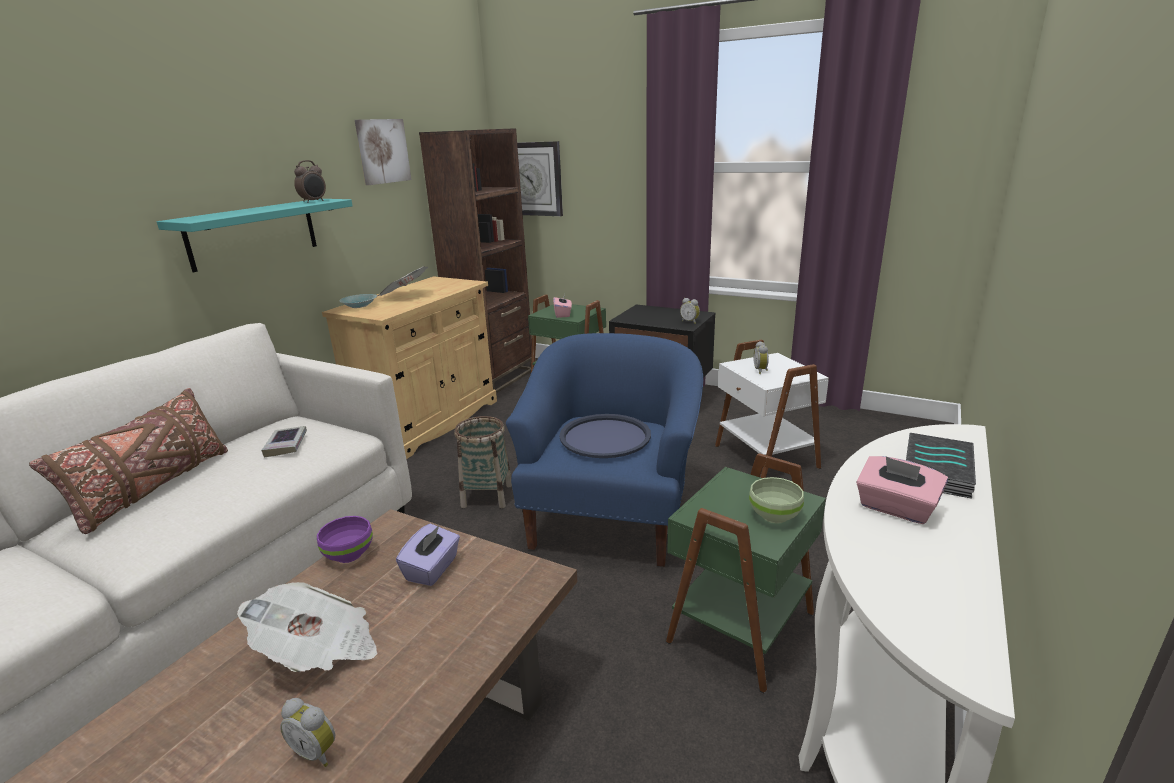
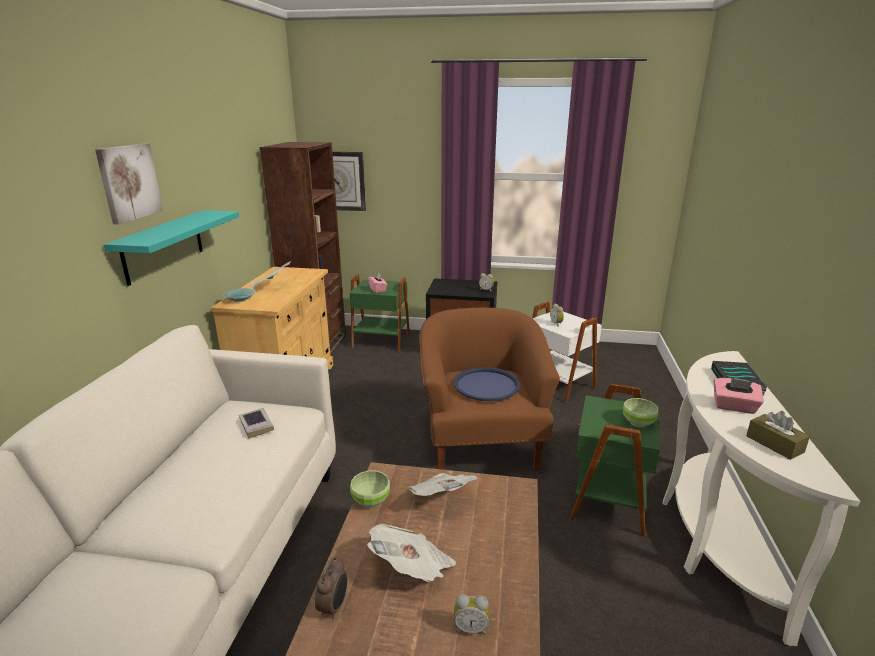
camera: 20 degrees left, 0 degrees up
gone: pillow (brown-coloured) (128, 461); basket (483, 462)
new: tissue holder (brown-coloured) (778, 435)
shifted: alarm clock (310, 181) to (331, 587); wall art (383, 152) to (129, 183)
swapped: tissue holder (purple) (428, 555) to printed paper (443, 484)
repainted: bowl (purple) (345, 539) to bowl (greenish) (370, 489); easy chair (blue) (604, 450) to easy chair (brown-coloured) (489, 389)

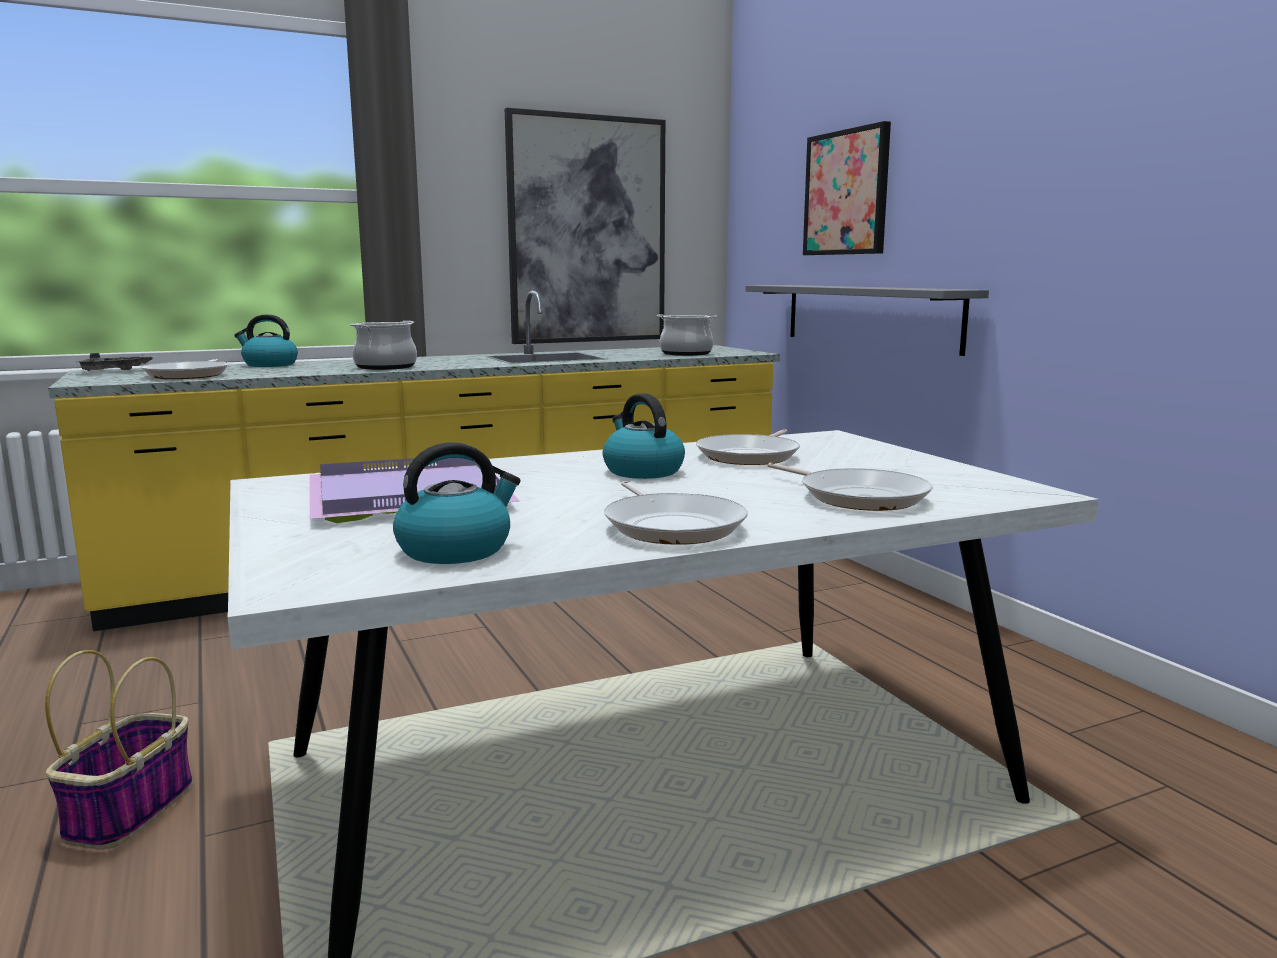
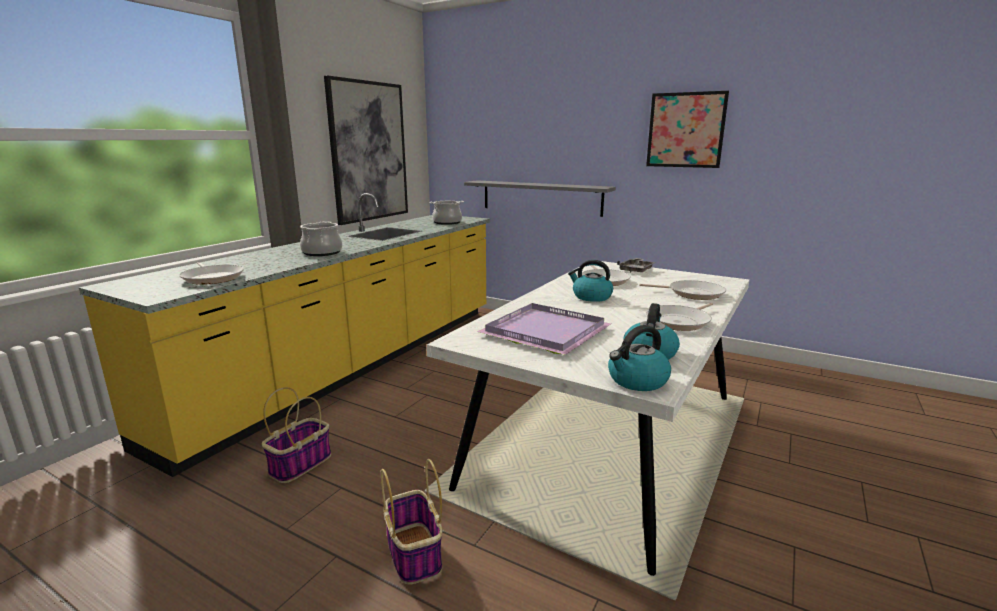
camera: 35 degrees left, 5 degrees up
new: basket (296, 435)
shifted: tray (grey) (117, 362) to (636, 265); water kettle (266, 340) to (639, 358); wall art (847, 188) to (687, 129)
rotated: skillet (676, 513) = (679, 317) 105 degrees clockwise

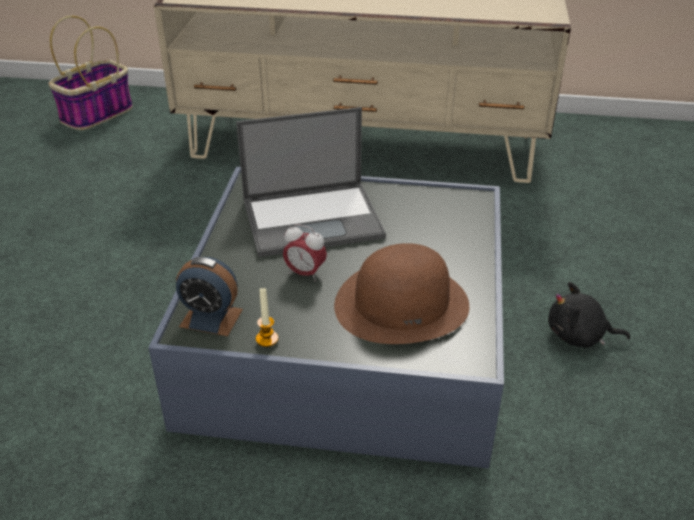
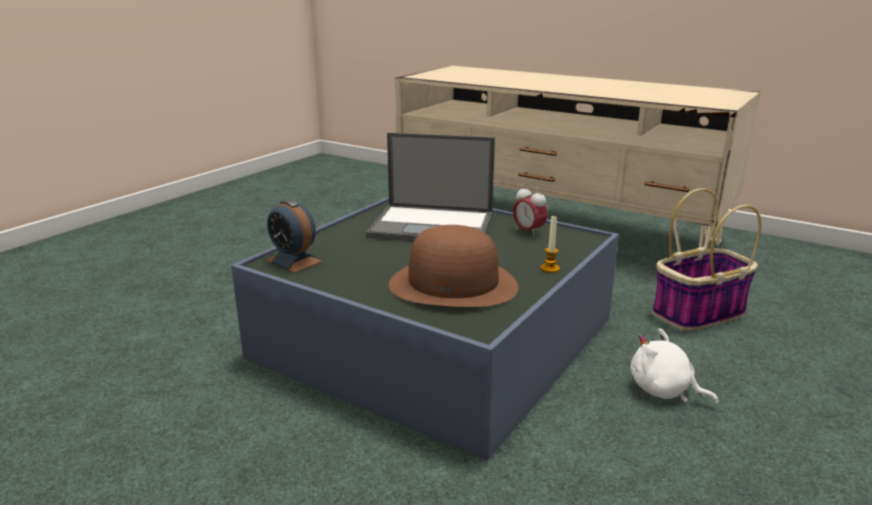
camera: 25 degrees right, 15 degrees down
shifted: basket (90, 73) to (706, 259); wax candle (267, 317) to (550, 244); alarm clock (305, 252) to (530, 210)
repainted: cuddly toy (blackish) (589, 315) to cuddly toy (white) (674, 366)

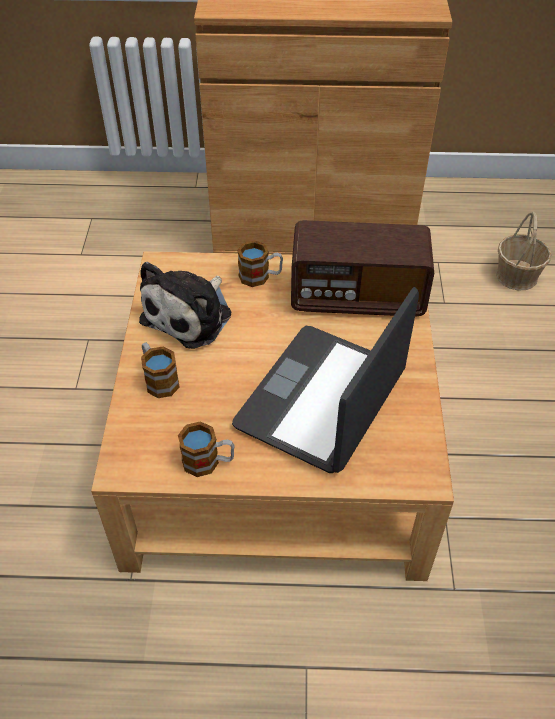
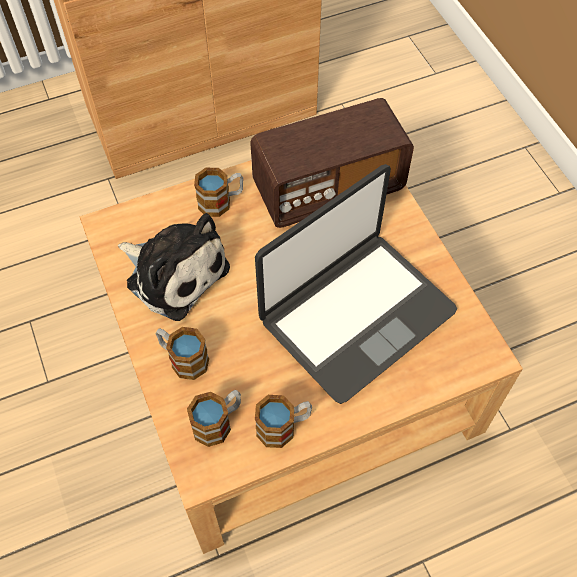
camera: 25 degrees left, 10 degrees up
gone: basket (523, 250)
new: tea mug (214, 418)
rotated: cuddly toy (185, 305) = (174, 267) 60 degrees counterclockwise; notebook computer (325, 380) = (356, 284) 135 degrees counterclockwise

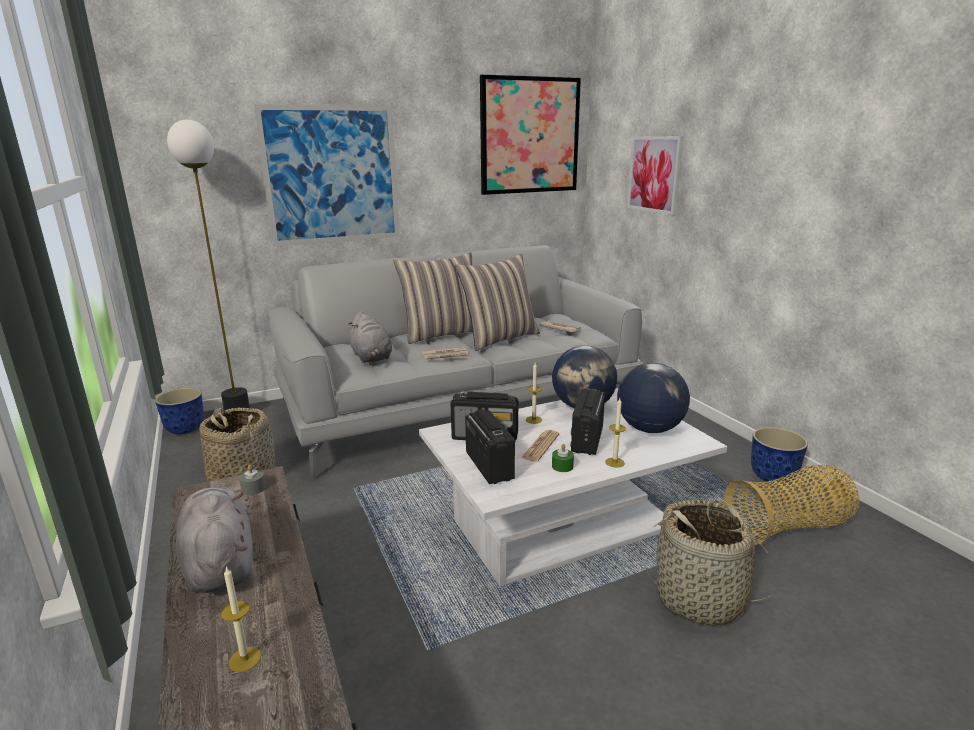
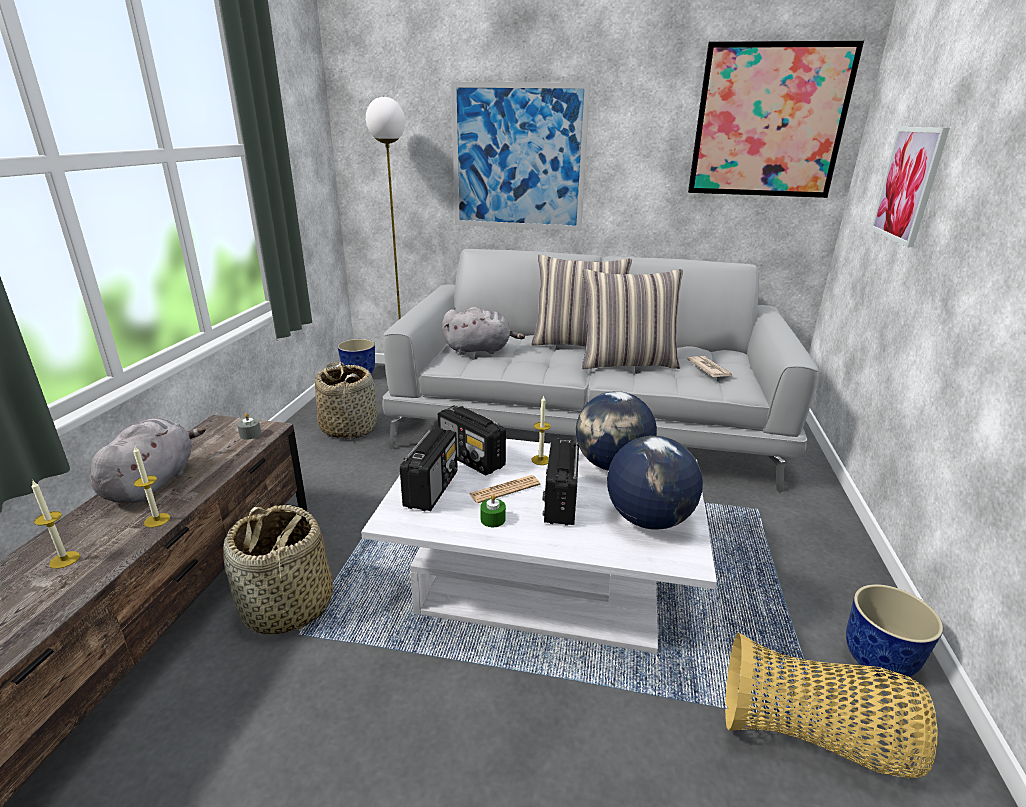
camera: 35 degrees right, 5 degrees up
gone: printed paper (446, 354)
shifted: wax candle (615, 433) to (151, 486); basket (712, 562) to (278, 570)
rotated: cuddly toy (grey) (370, 337) = (483, 331) 105 degrees counterclockwise; radio receiver (587, 422) = (561, 482) 45 degrees counterclockwise

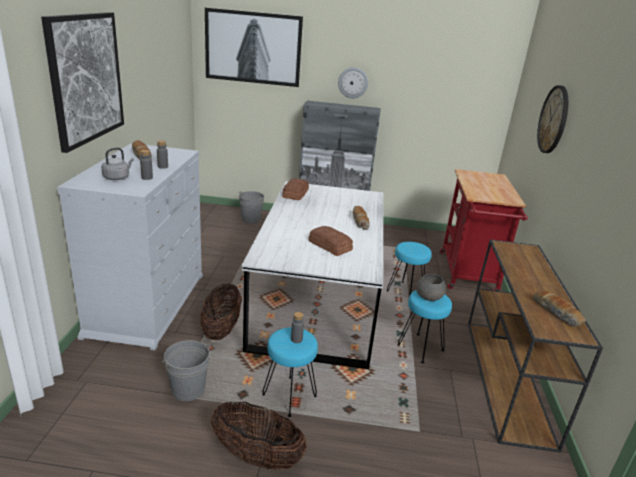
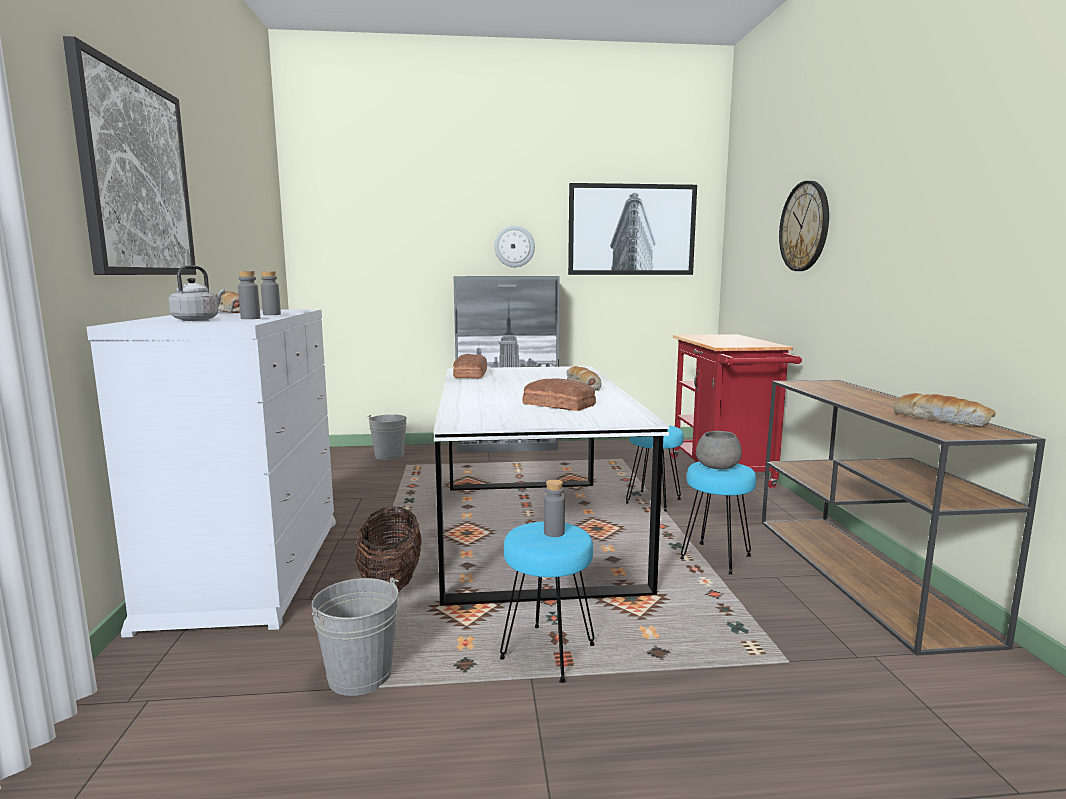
camera: 10 degrees left, 15 degrees down
gone: basket (259, 435)
shifted: wall art (254, 47) to (632, 229)

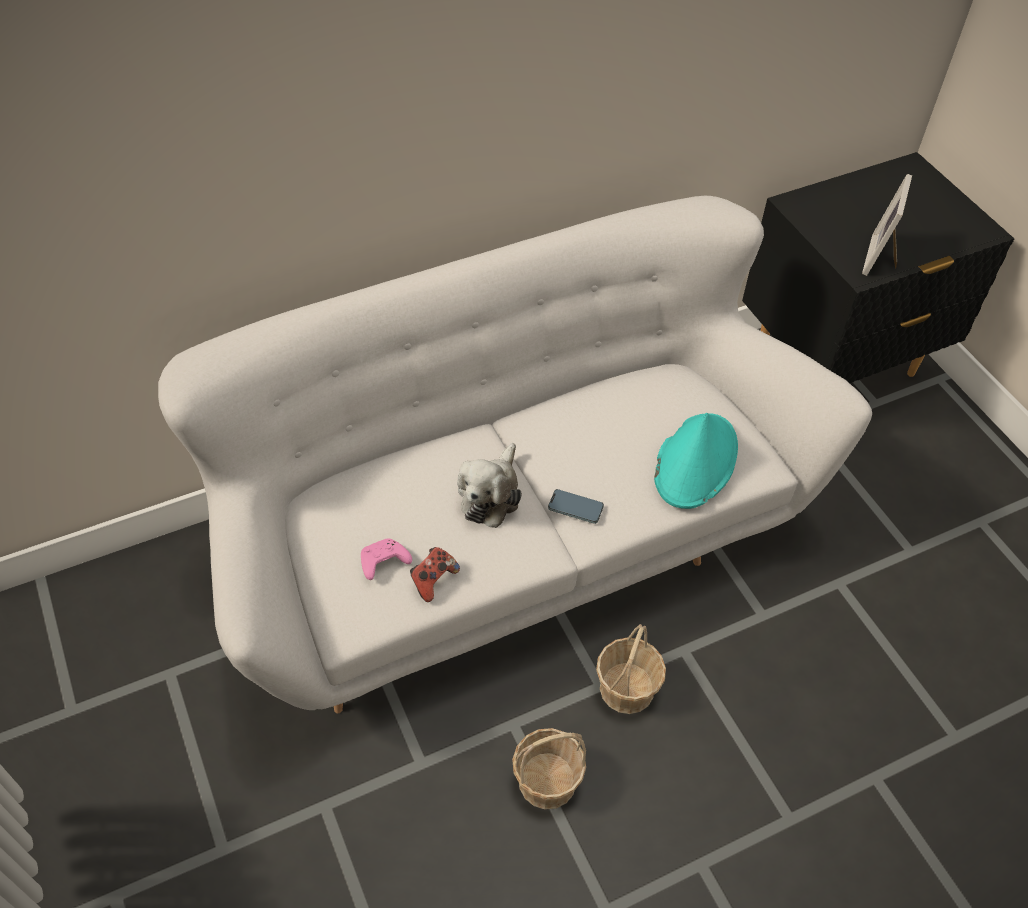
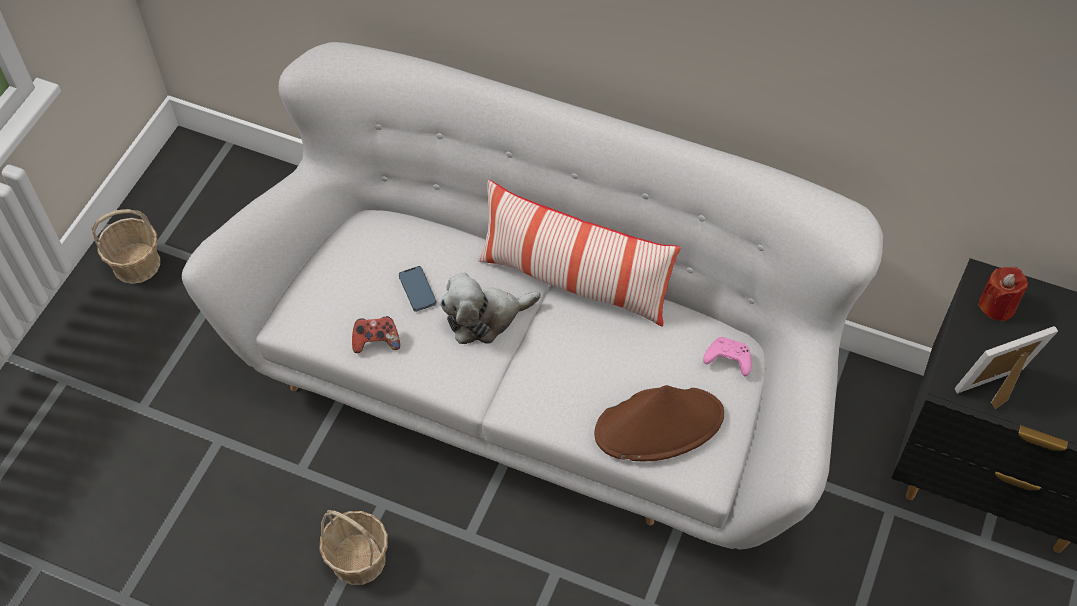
camera: 50 degrees right, 5 degrees up
new: pillow (579, 253); wax candle (red-coloured) (1003, 294)
shifted: game controller (pink-coloured) (386, 559) to (727, 356); handset (576, 506) to (418, 289); basket (631, 669) to (126, 246)
repainted: clothing hat (turquoise-coloured) (696, 461) to clothing hat (brown-coloured) (659, 423)

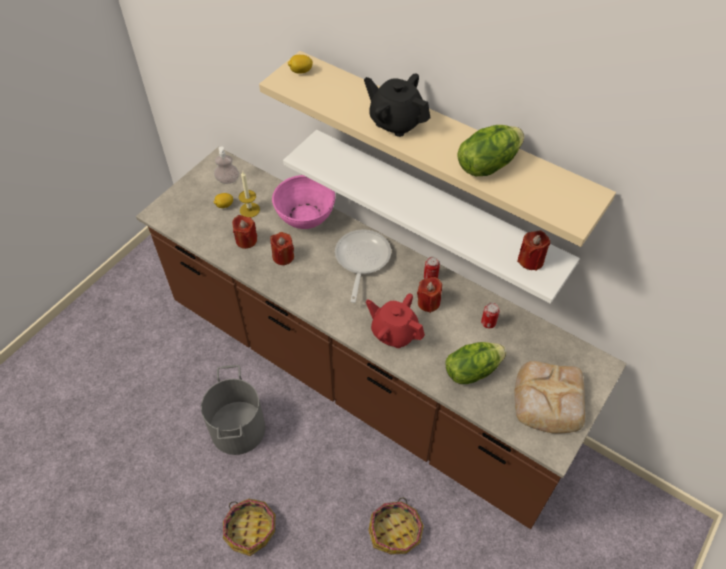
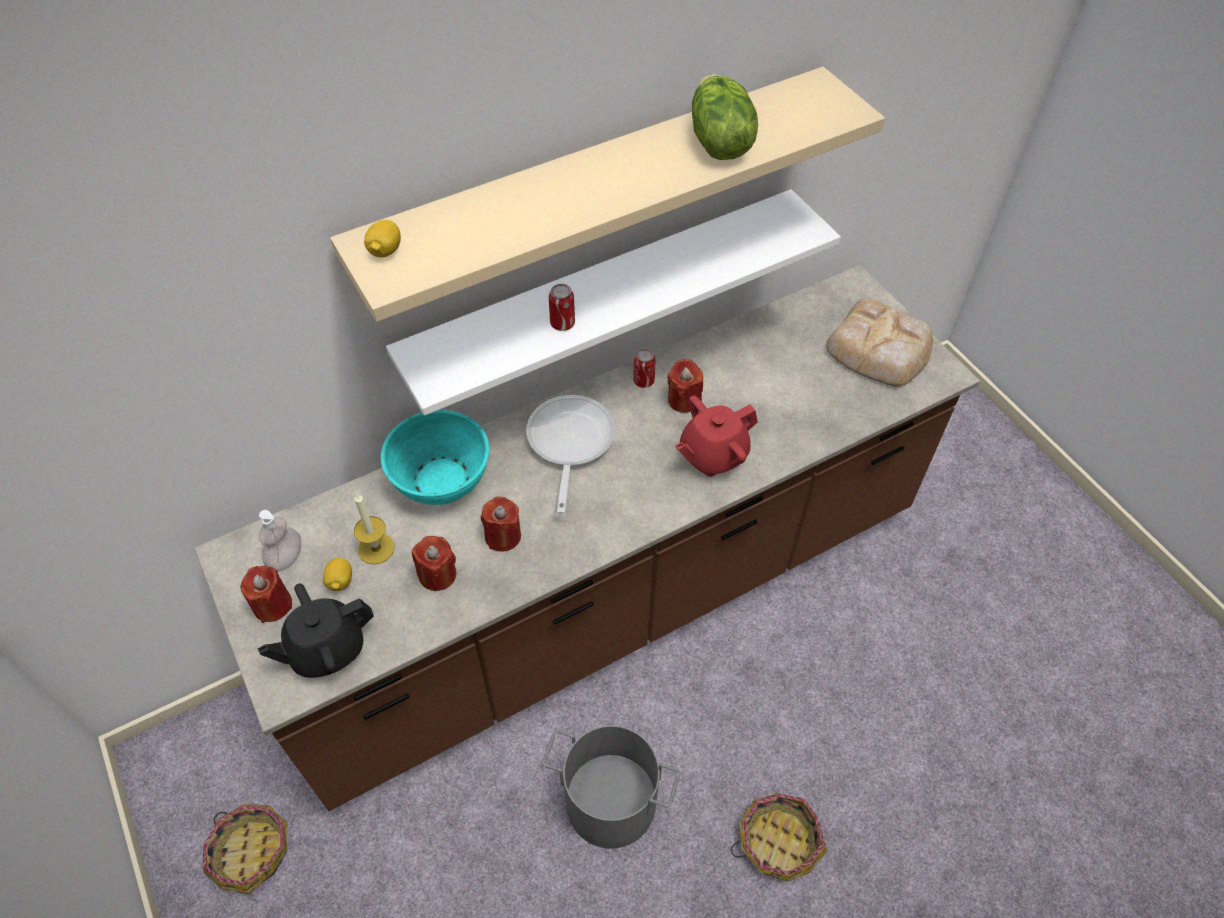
camera: 65 degrees left, 0 degrees up
gone: lettuce head (476, 363)
shifted: tea pot (blackish) (397, 105) to (316, 630); basket (396, 526) to (244, 849); sealed can (490, 315) to (562, 307); wax candle (red-coloured) (533, 250) to (266, 594)
repainted: bowl (pink-coloured) (303, 202) to bowl (turquoise-coloured) (435, 457)
rotated: skillet (363, 266) = (570, 454) 60 degrees clockwise

